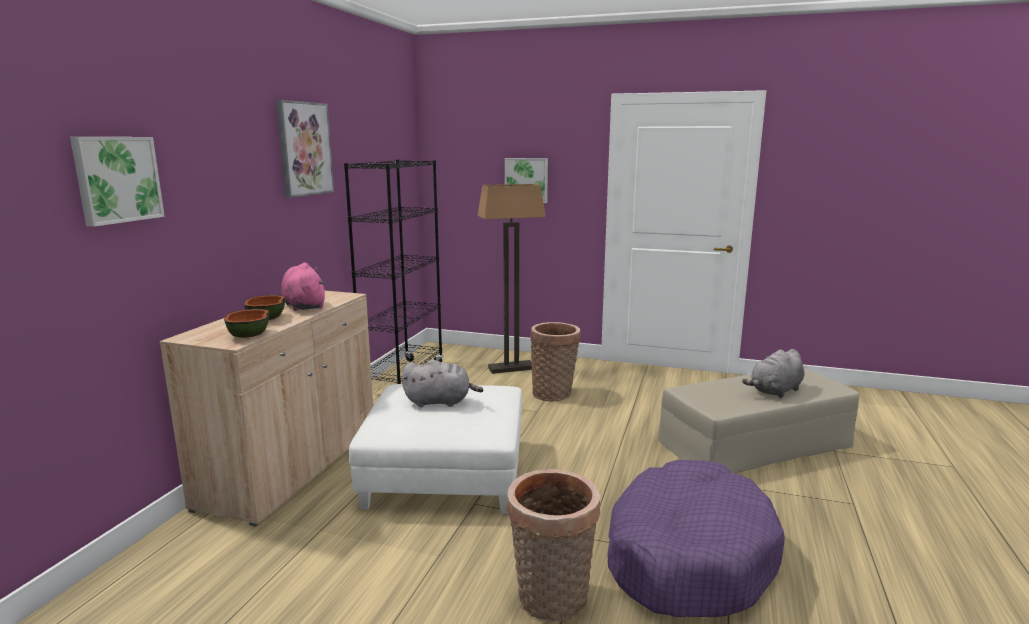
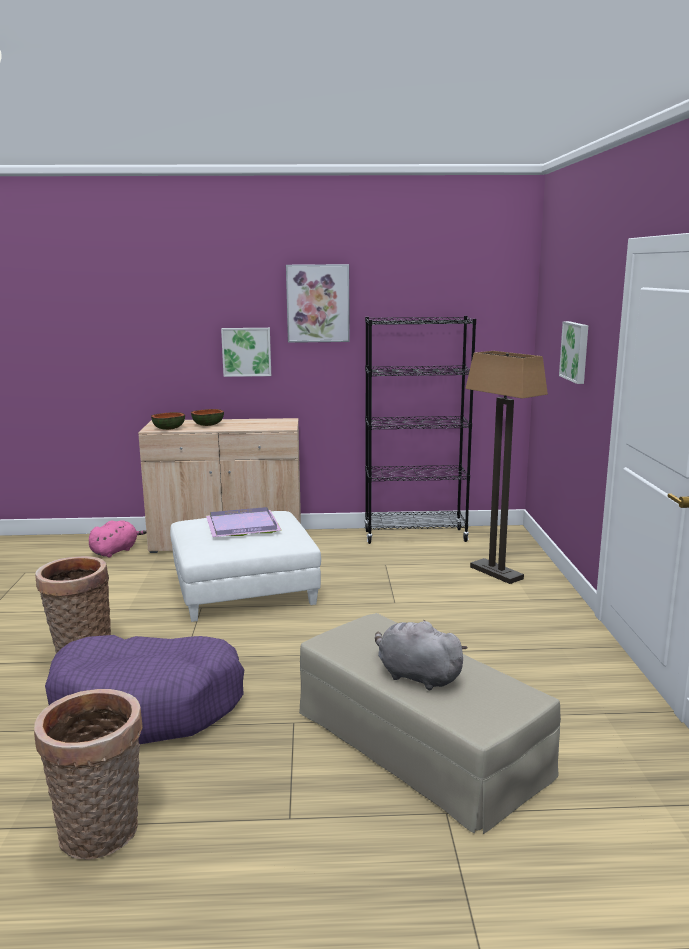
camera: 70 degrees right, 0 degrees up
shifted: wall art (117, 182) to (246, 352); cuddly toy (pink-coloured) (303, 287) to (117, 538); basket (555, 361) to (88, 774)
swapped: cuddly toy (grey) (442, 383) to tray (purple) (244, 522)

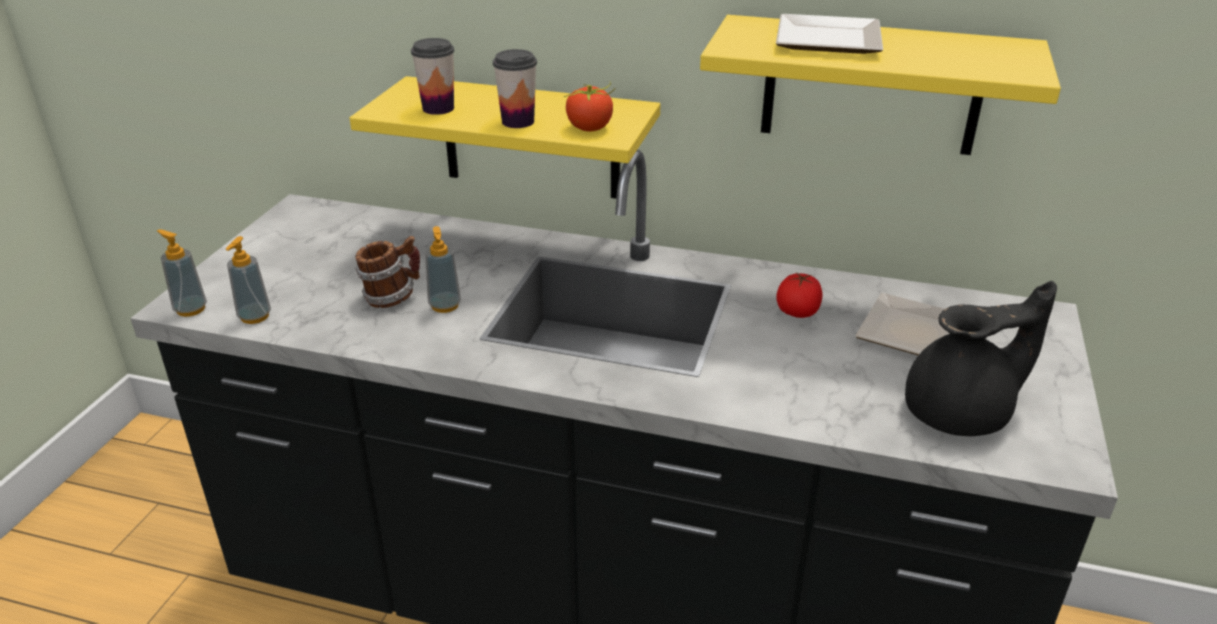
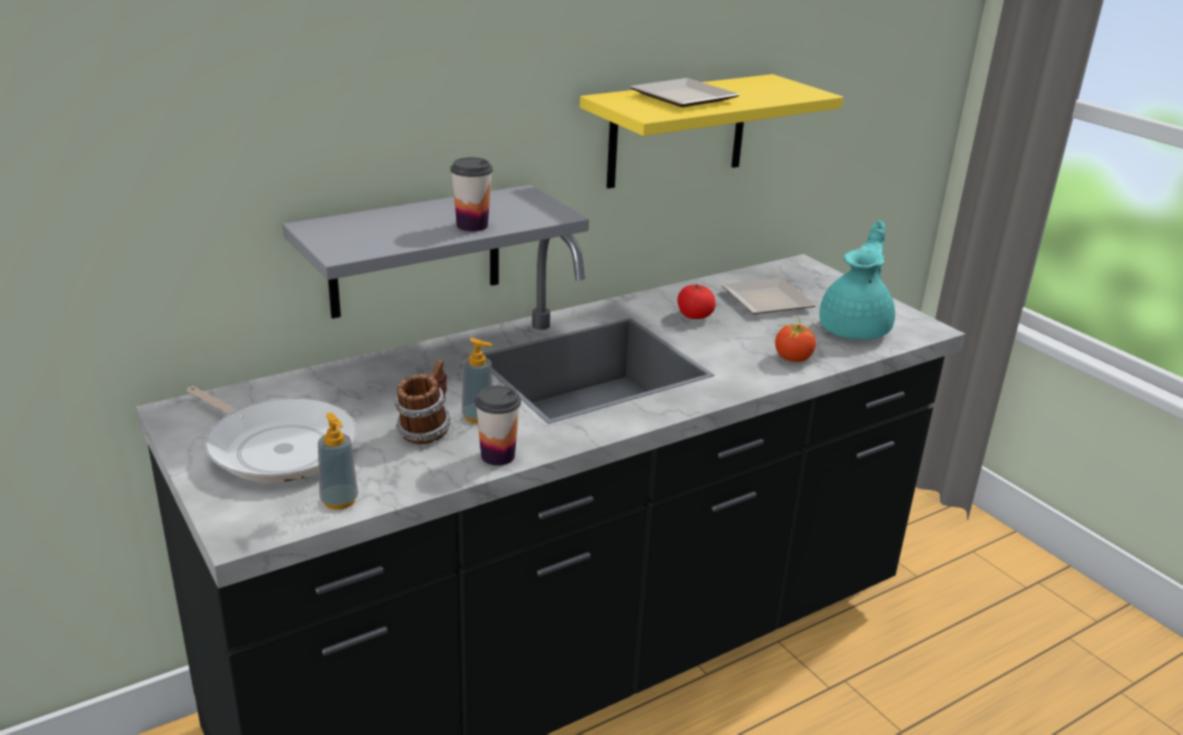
camera: 50 degrees left, 5 degrees down
gone: soap dispenser (182, 273)
new: skillet (272, 434)
shifted: drinking cup (432, 76) to (498, 425); tomato (590, 106) to (795, 339)
repainted: wall shelf (yellow-coloured) (504, 137) to wall shelf (grey) (435, 252); tea pot (blackish) (981, 358) to tea pot (turquoise-coloured) (857, 279)

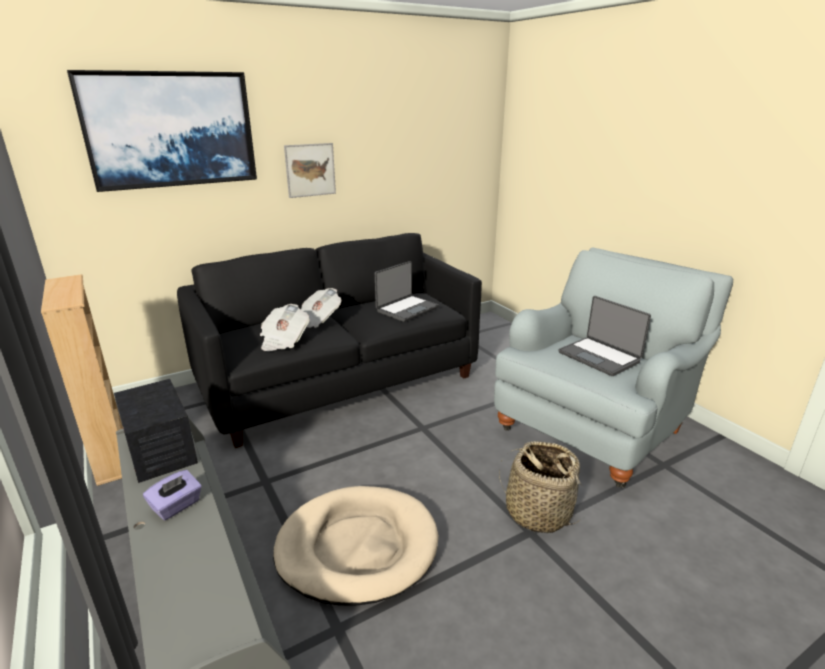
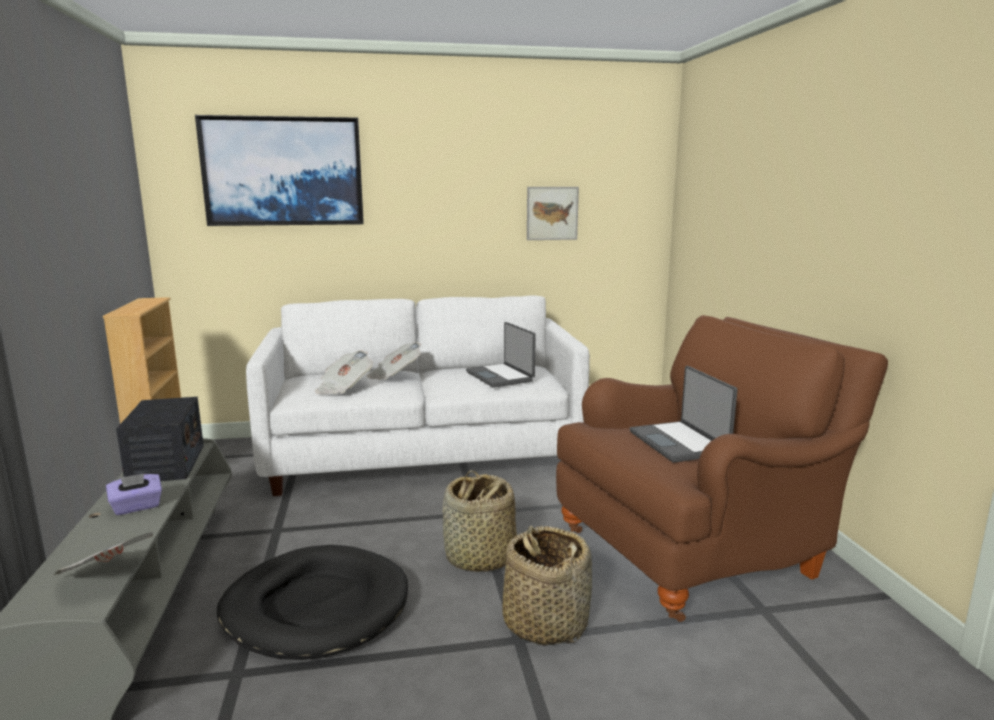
camera: 20 degrees right, 10 degrees down
new: printed paper (103, 553); basket (479, 521)
shifted: wall art (310, 170) to (553, 213)
repainted: sofa (blackish) (329, 340) to sofa (white) (418, 395); dog cushion (beige-coloured) (356, 546) to dog cushion (blackish) (312, 602); easy chair (grey) (613, 367) to easy chair (brown-coloured) (722, 468)
rotated: notebook computer (407, 291) = (501, 354) 90 degrees clockwise

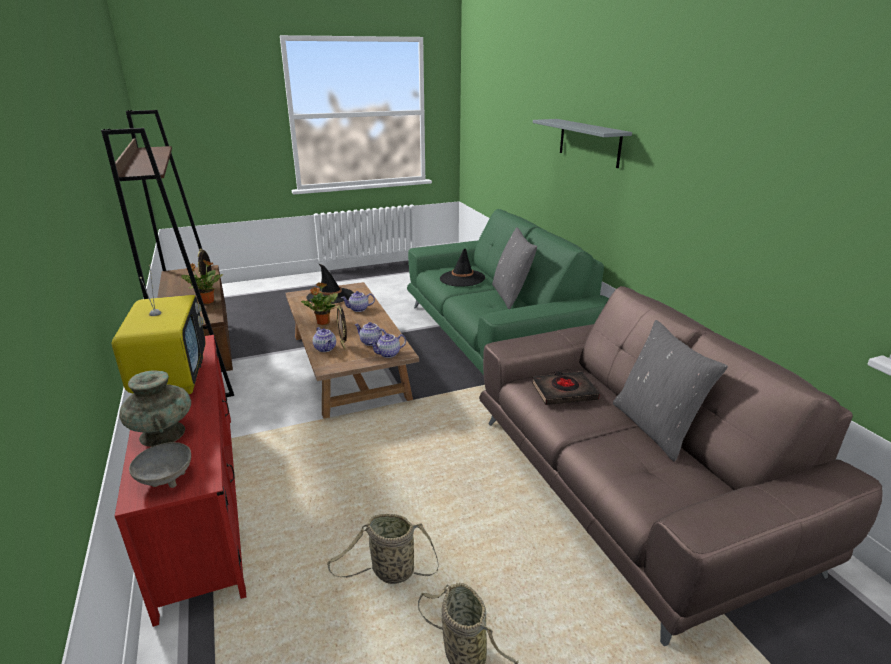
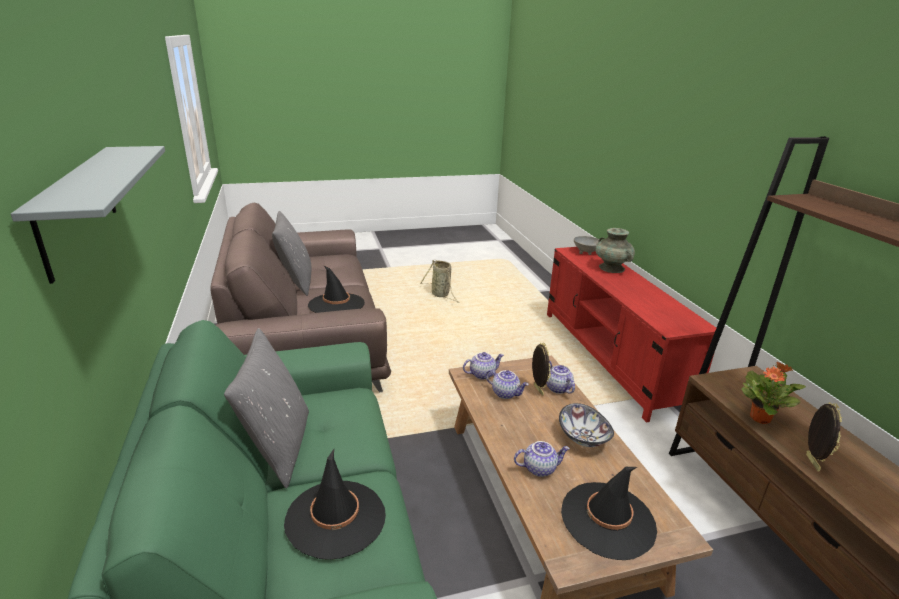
camera: 175 degrees left, 0 degrees up
gone: TV (158, 329); basket (383, 549)
swapped: potted plant (319, 303) to bowl (586, 425); book (blackish) (566, 388) to clothing hat (blackish) (336, 289)

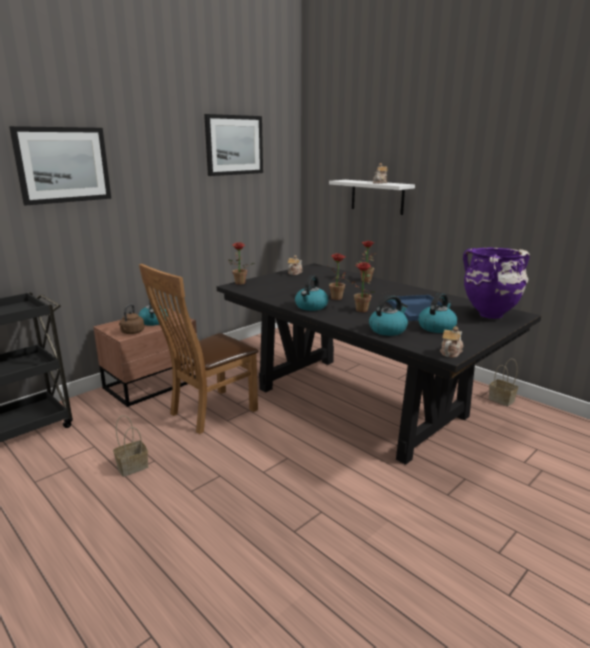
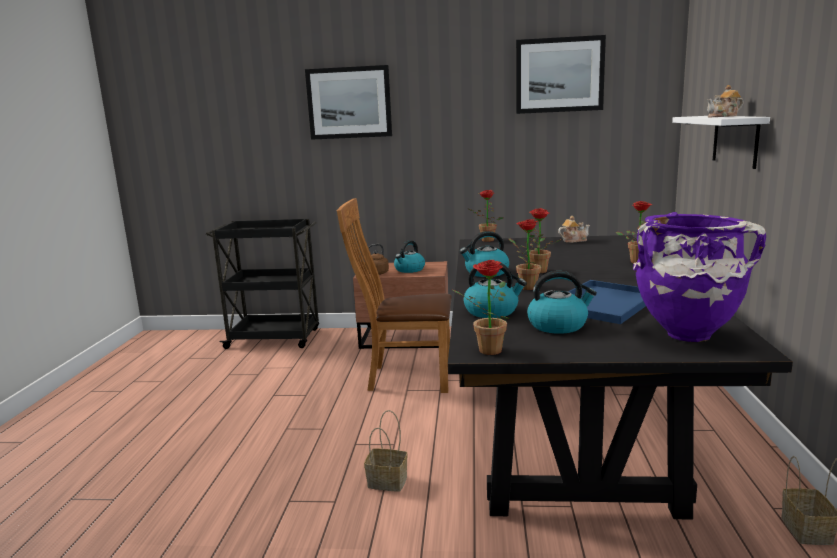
camera: 50 degrees right, 5 degrees down
shifted: basket (130, 446) to (386, 451)
swapped: tea pot (451, 342) to potted plant (480, 307)

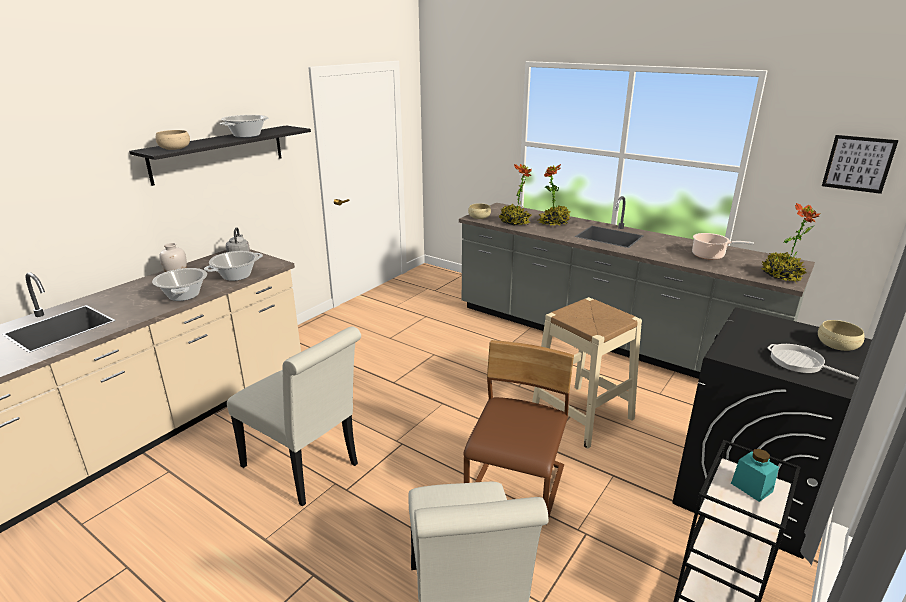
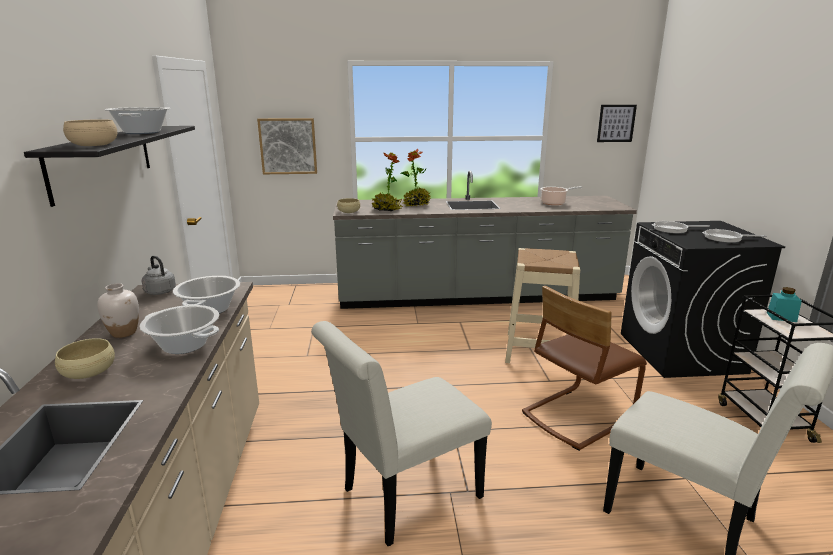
camera: 40 degrees left, 5 degrees down
gone: potted plant (790, 242)
new: wall art (287, 146); skillet (681, 227)
shifted: bowl (beige-coloured) (841, 335) to (85, 358)
rotated: upright chair (white) (294, 416) = (401, 433) 150 degrees clockwise; upright chair (brown-coloured) (519, 429) = (584, 368) 105 degrees counterclockwise

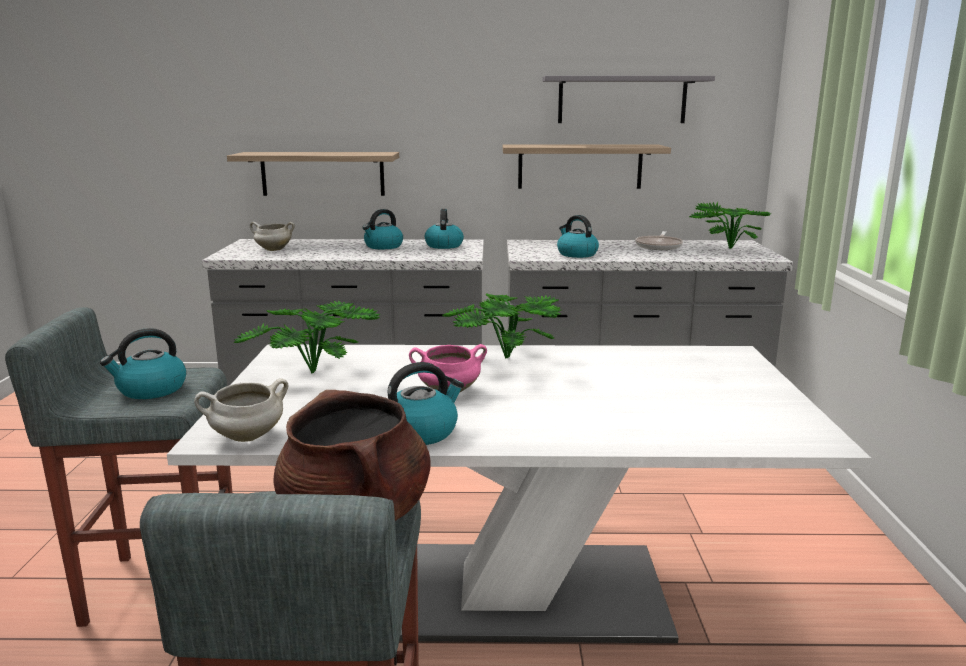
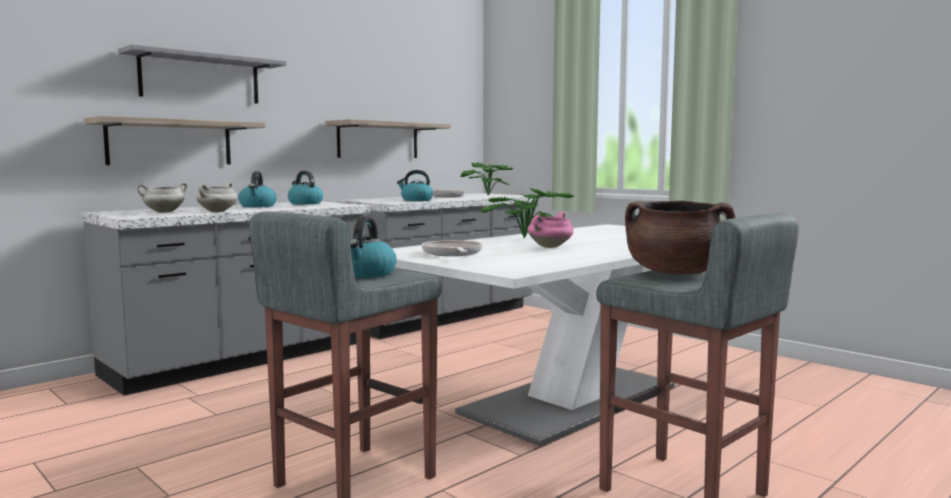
camera: 45 degrees left, 10 degrees down
gone: water kettle (426, 403)
shifted: cooking pot (white) (241, 410) to (217, 197); wall shelf (grey) (629, 99) to (202, 73)
swapped: potted plant (306, 336) to skillet (452, 248)

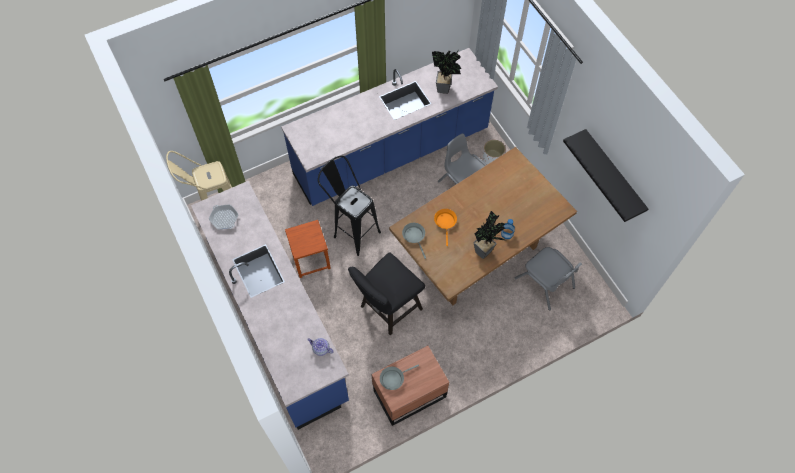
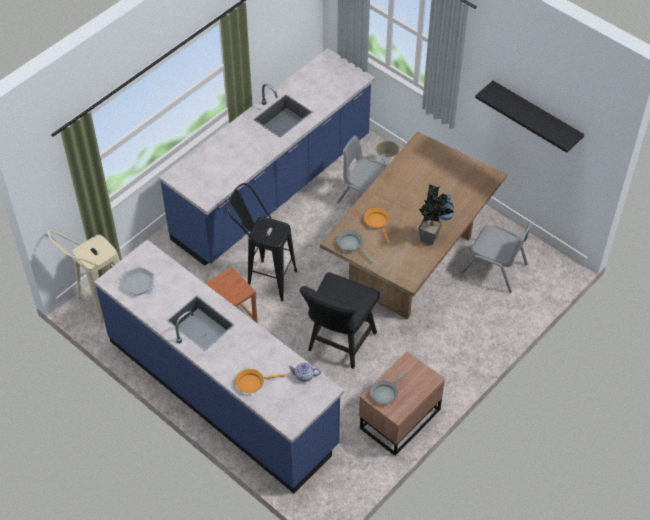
camera: 20 degrees left, 10 degrees down
gone: potted plant (446, 72)
new: skillet (orange-coloured) (260, 381)

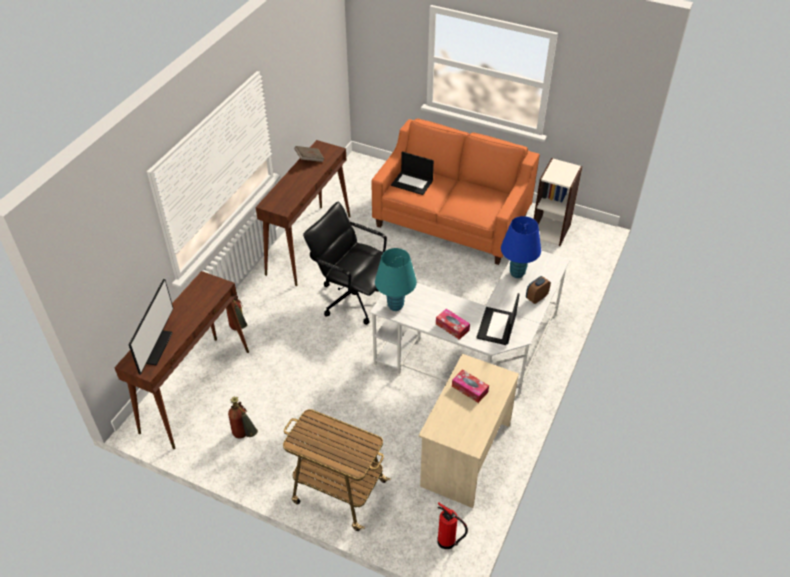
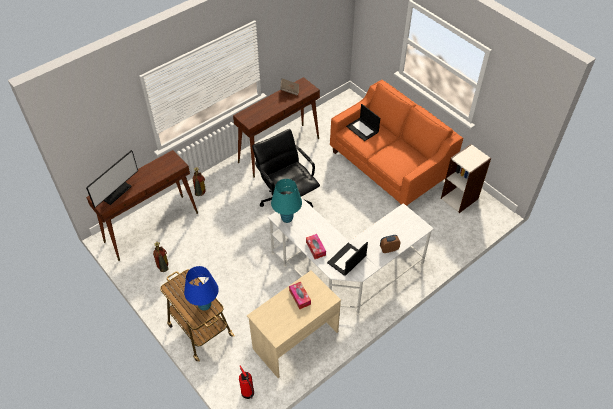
camera: 25 degrees right, 5 degrees up
shifted: table lamp (blue) (521, 247) to (201, 288)

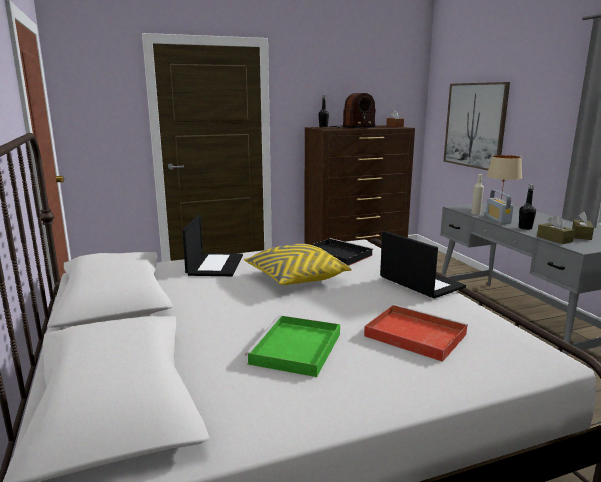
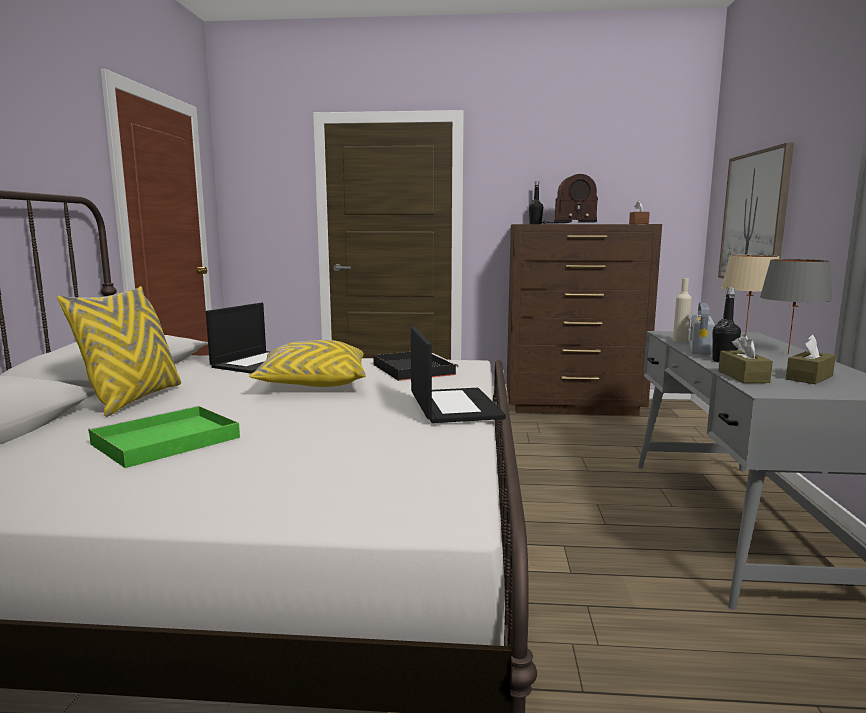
camera: 25 degrees right, 5 degrees down
gone: tray (red-coloured) (416, 333)
new: pillow (yellow-coloured) (119, 351); table lamp (grey) (796, 306)

